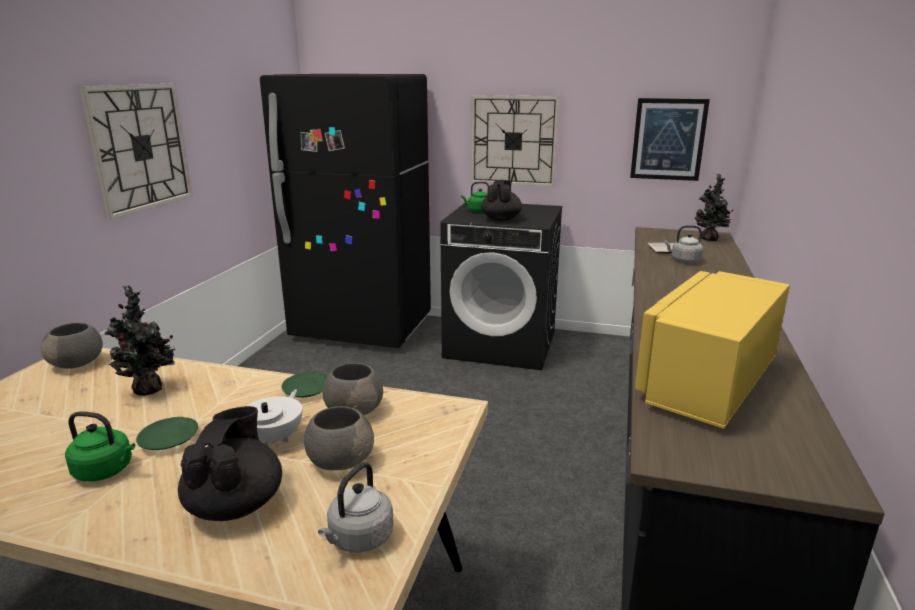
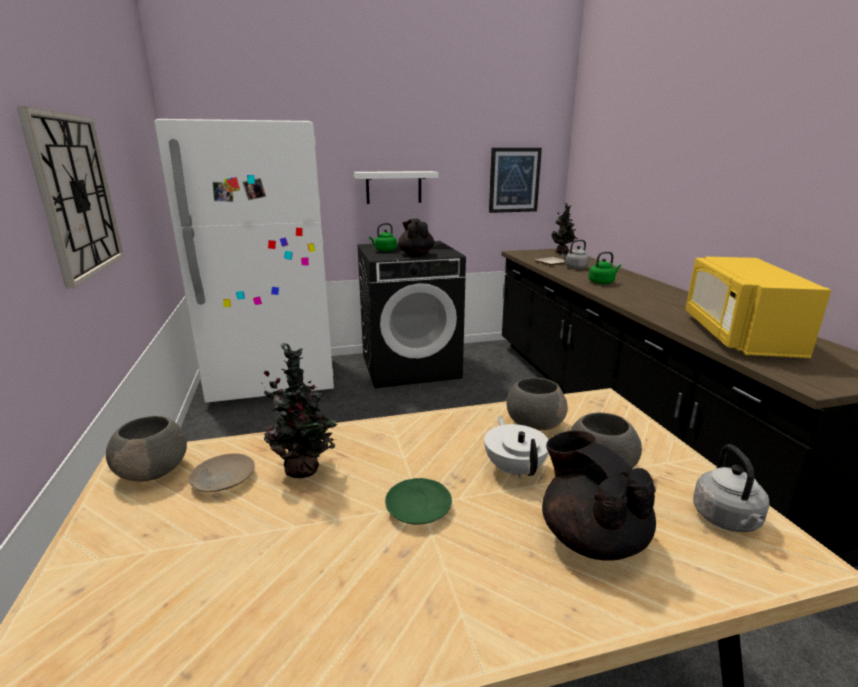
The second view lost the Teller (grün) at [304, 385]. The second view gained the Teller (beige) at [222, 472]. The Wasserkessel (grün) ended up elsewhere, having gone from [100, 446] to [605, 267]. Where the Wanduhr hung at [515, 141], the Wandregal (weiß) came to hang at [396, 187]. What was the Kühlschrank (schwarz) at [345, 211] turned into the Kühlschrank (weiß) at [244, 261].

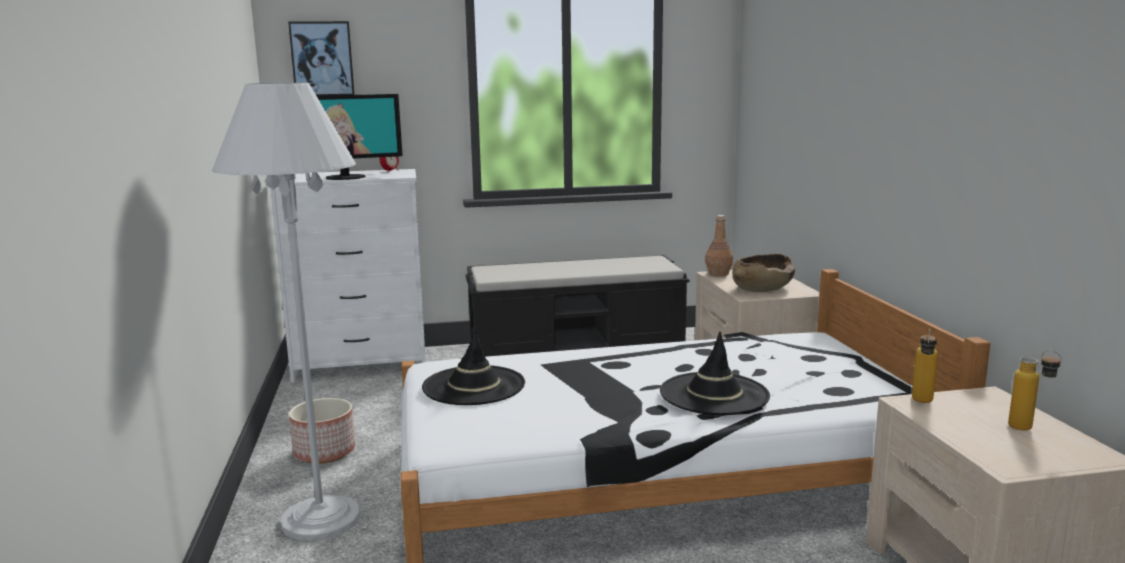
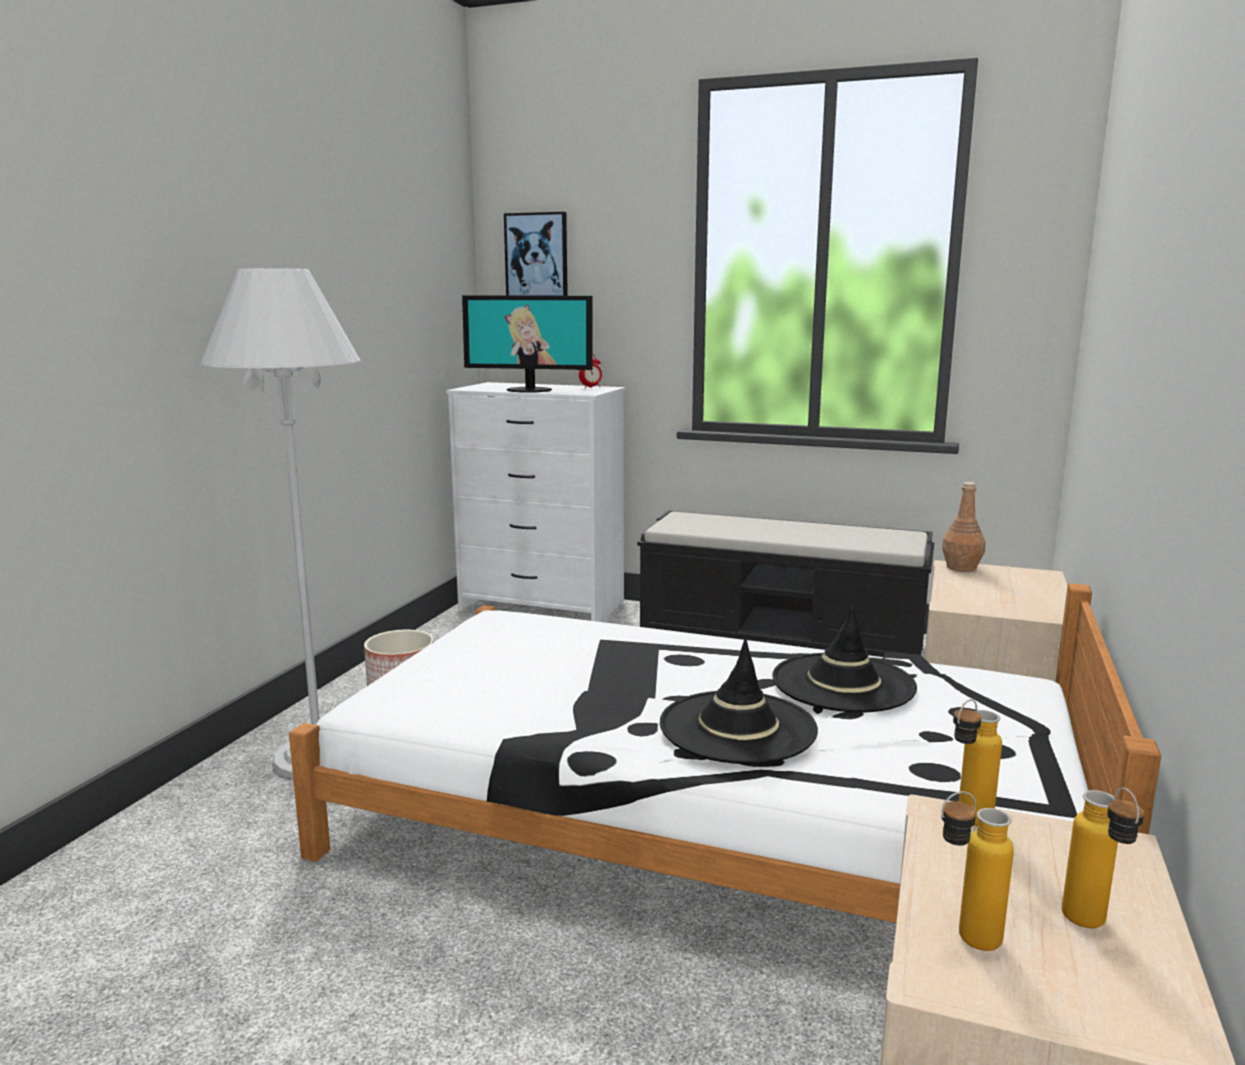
The second view lost the Schüssel (braun) at [763, 273]. The second view gained the Flasche at [977, 871]. The Hut (schwarz) ended up elsewhere, having gone from [473, 366] to [844, 657].

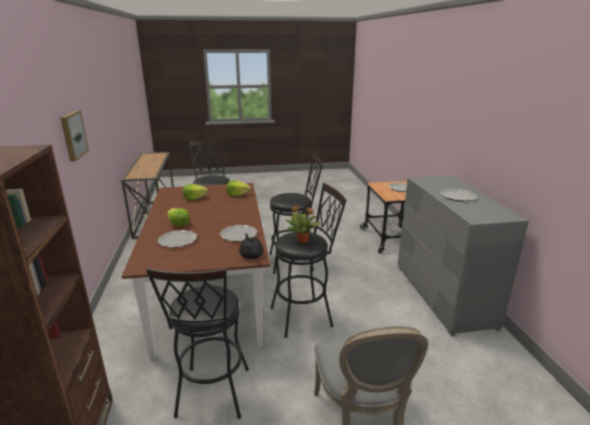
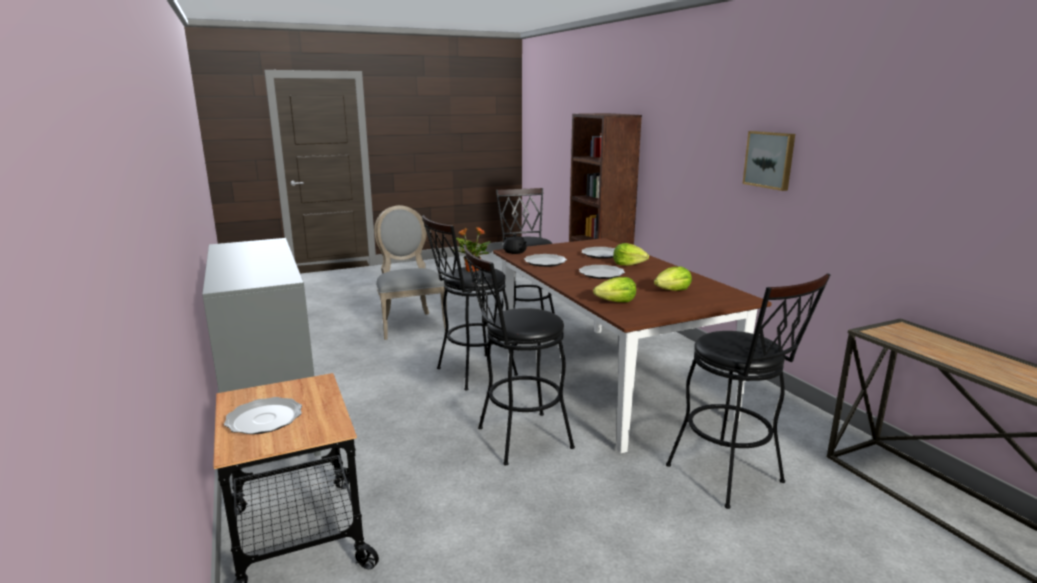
The Teller ended up elsewhere, having gone from [459, 195] to [602, 272].

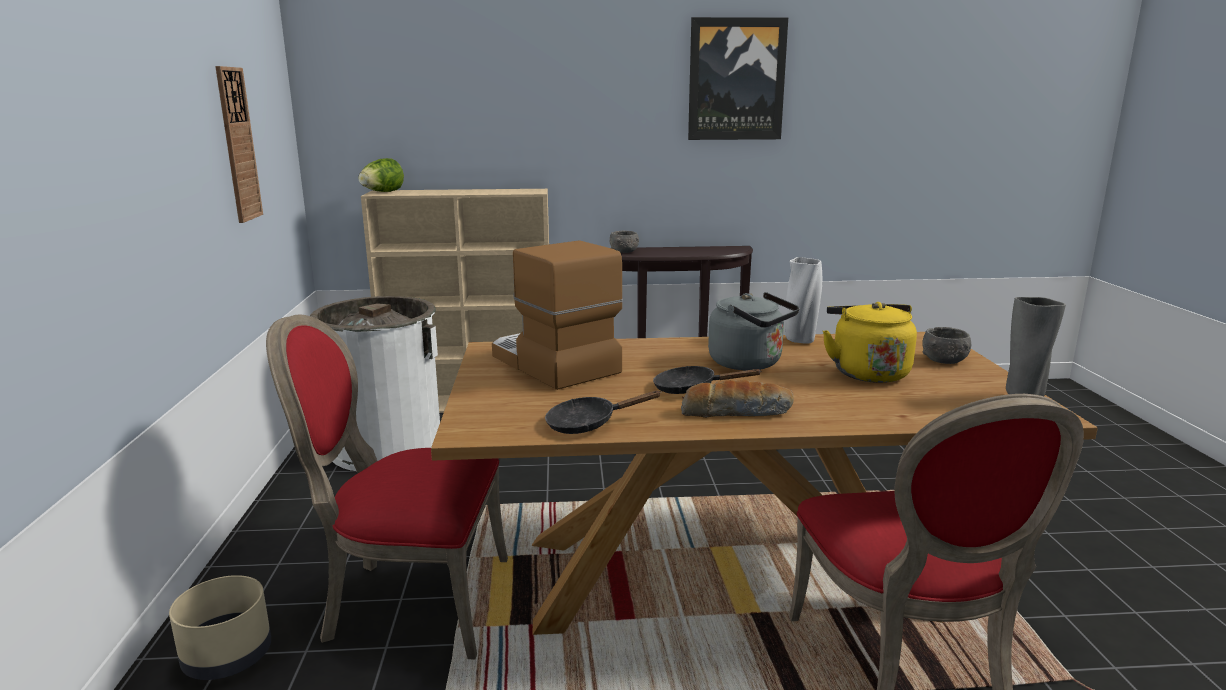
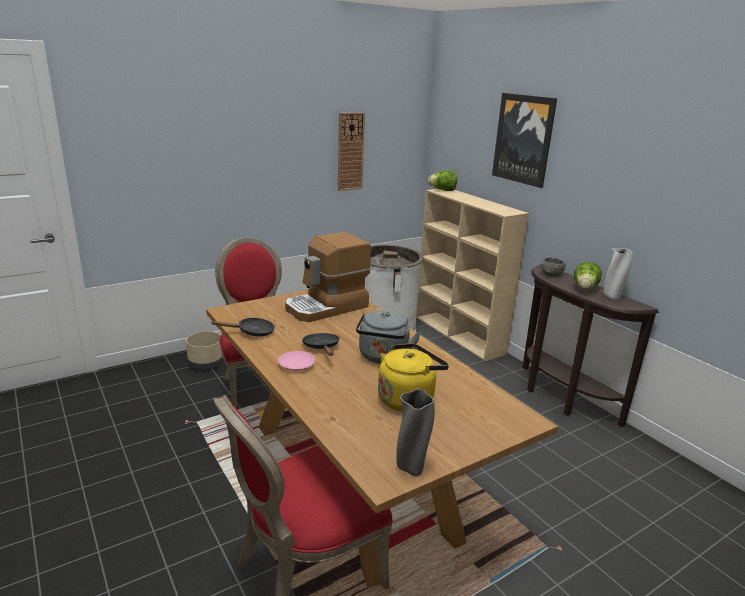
The second view lost the Schüssel (grau) at [946, 345]. The second view gained the Salatkopf at [588, 276]. The Bild ended up elsewhere, having gone from [738, 78] to [524, 140]. The Vase (weiß) ended up elsewhere, having gone from [803, 300] to [618, 274]. Where the Brot stood at [737, 399], the Teller (rosa) came to stand at [296, 361]. The Kaffeemaschine at [557, 315] ended up facing another way, 150 degrees counterclockwise from before. The Pfanne (schwarz) at [603, 412] ended up facing another way, 120 degrees clockwise from before.

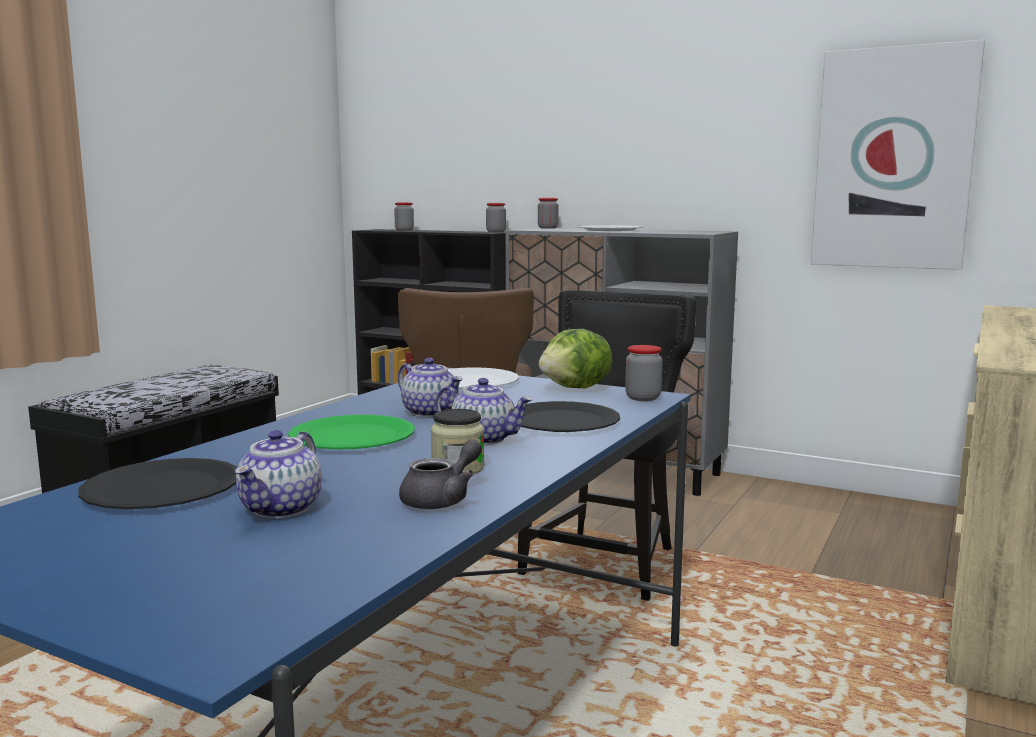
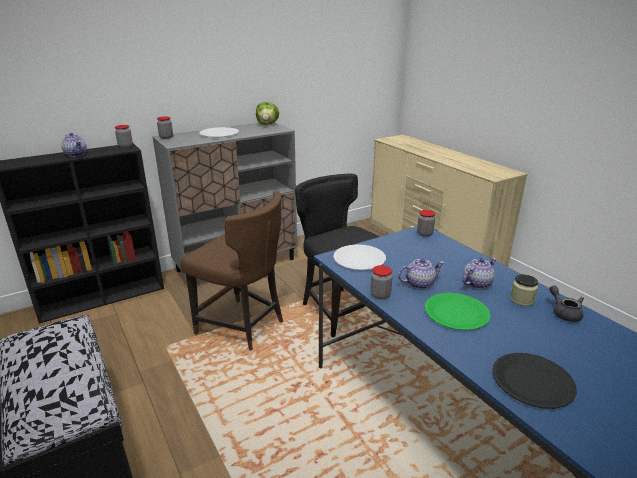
The second view lost the Teller (schwarz) at [567, 416]. The second view lost the Bild at [898, 155]. The Teekanne ended up elsewhere, having gone from [278, 474] to [74, 145]. The Vorratsglas ended up elsewhere, having gone from [404, 216] to [381, 282]. The Salatkopf ended up elsewhere, having gone from [575, 358] to [267, 113].

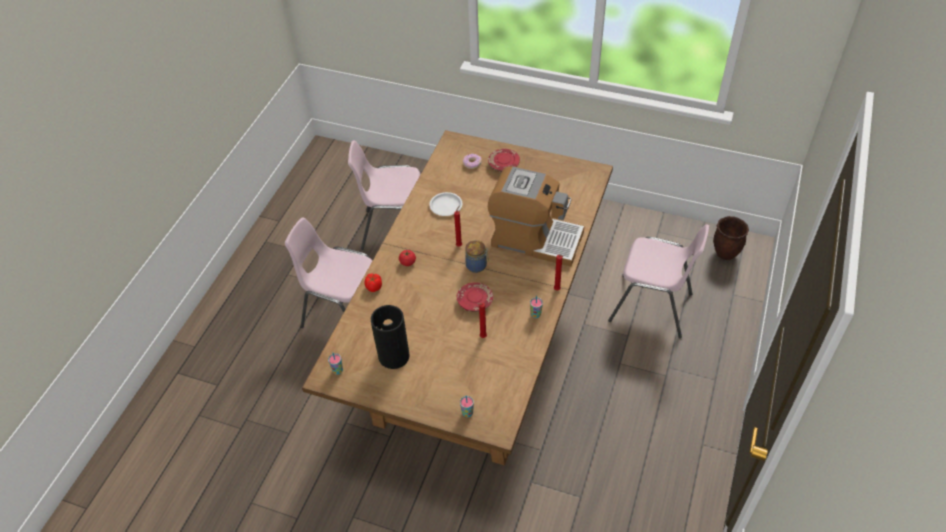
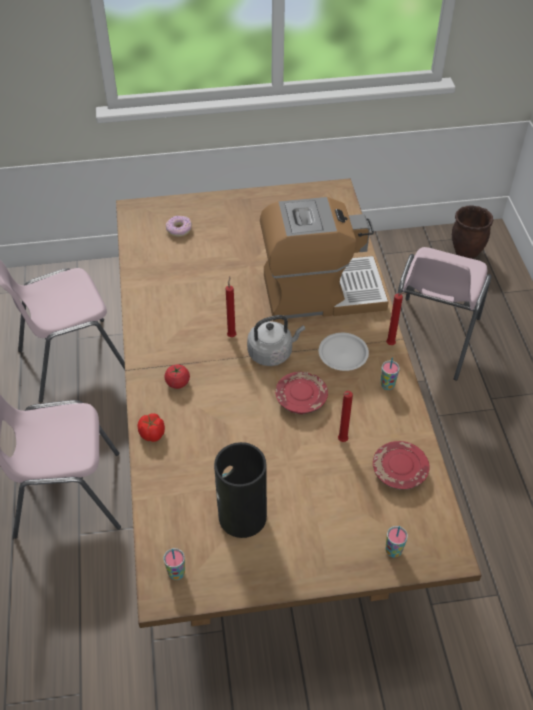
The Teller (weiß) ended up elsewhere, having gone from [445, 204] to [344, 352]. The Teller (rot) ended up elsewhere, having gone from [504, 160] to [401, 465]. Where the Vorratsglas stood at [477, 256], the Wasserkessel (grau) came to stand at [276, 340]. The Stuhl (rosa) at [658, 281] ended up facing another way, 120 degrees clockwise from before.

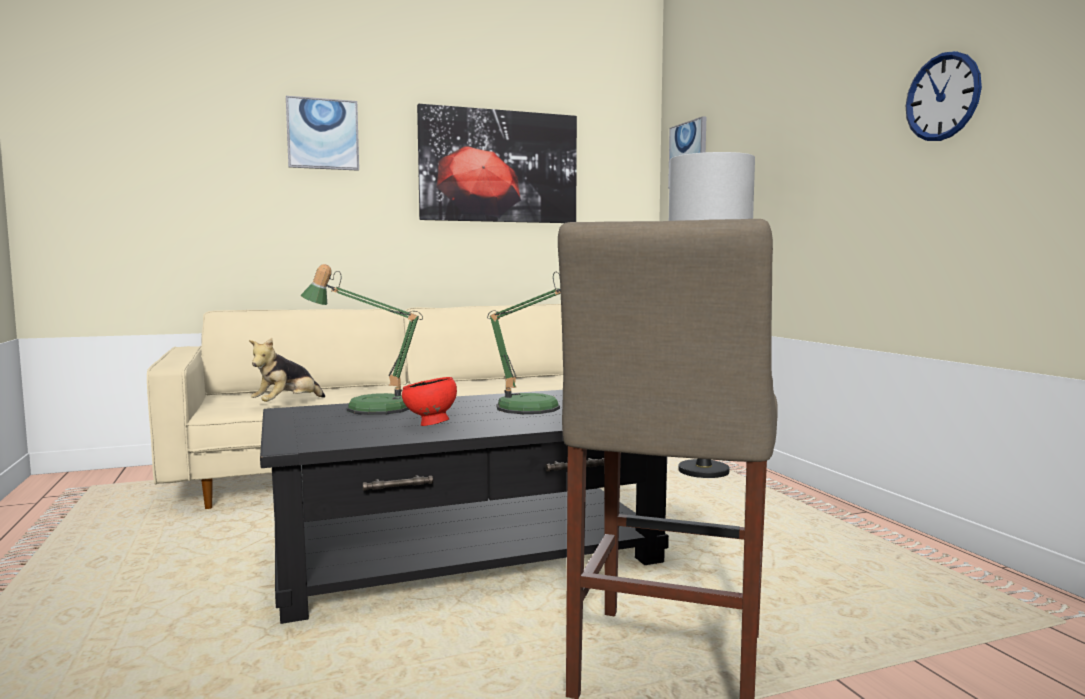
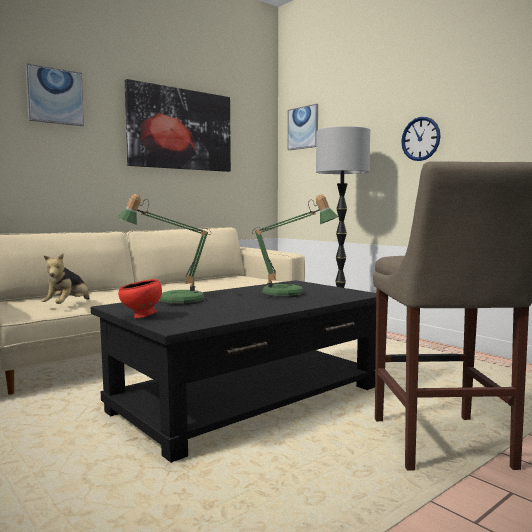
The Schüssel (rot) ended up elsewhere, having gone from [429, 401] to [140, 298]. The Wanduhr ended up elsewhere, having gone from [944, 96] to [421, 139].

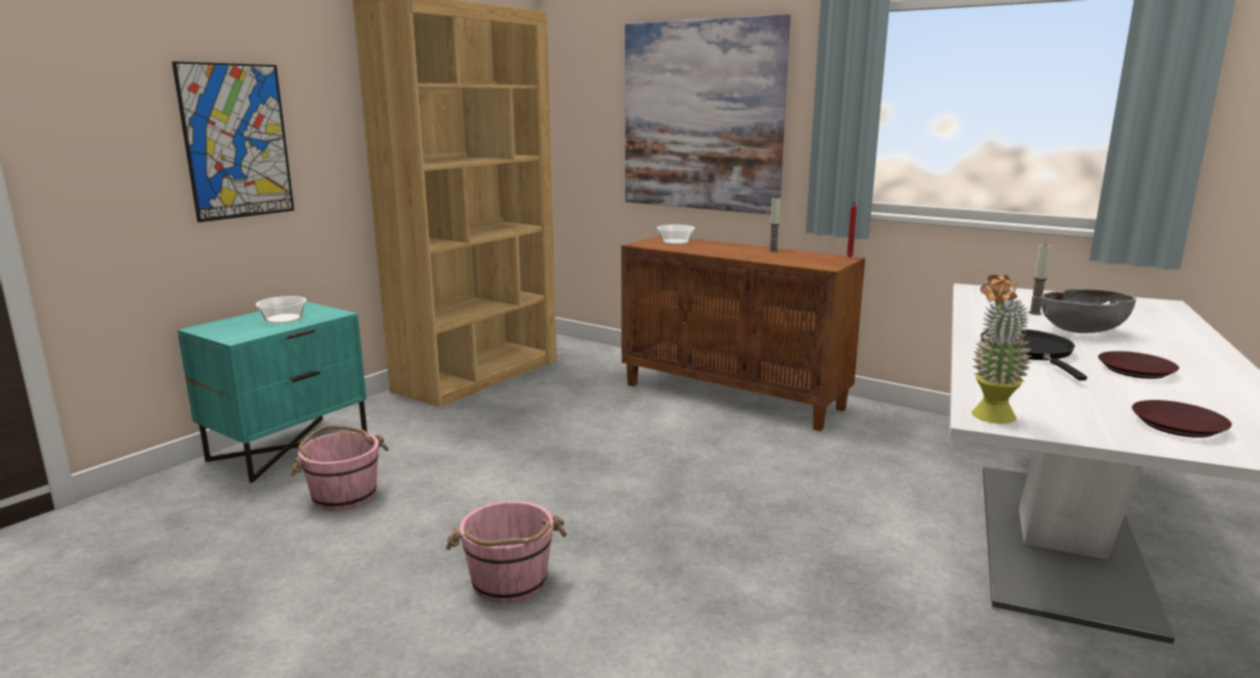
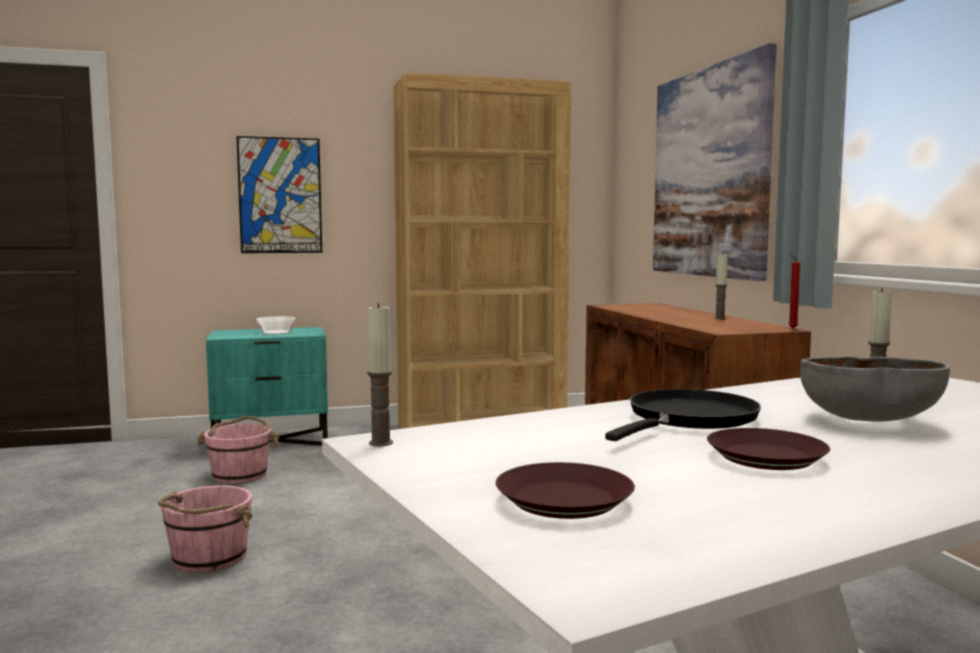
The second view lost the Schüssel at [676, 235]. Where the Topfpflanze stood at [1002, 349], the Kerze came to stand at [380, 374].

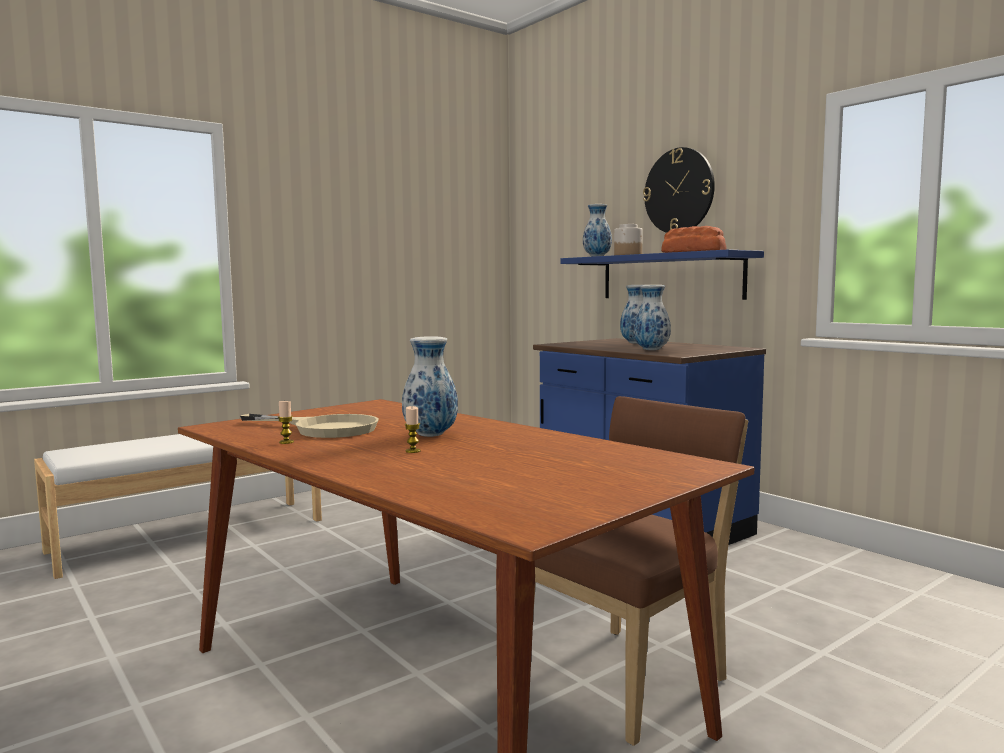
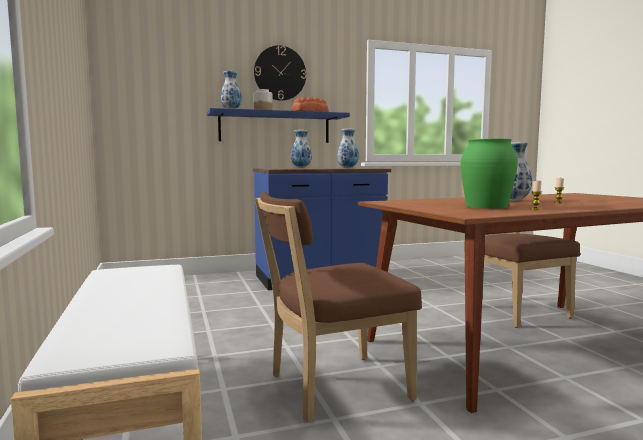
The second view gained the Stuhl (braun) at [338, 307]. Where the Pfanne (beige) stood at [309, 426], the Vase (grün) came to stand at [489, 174].

